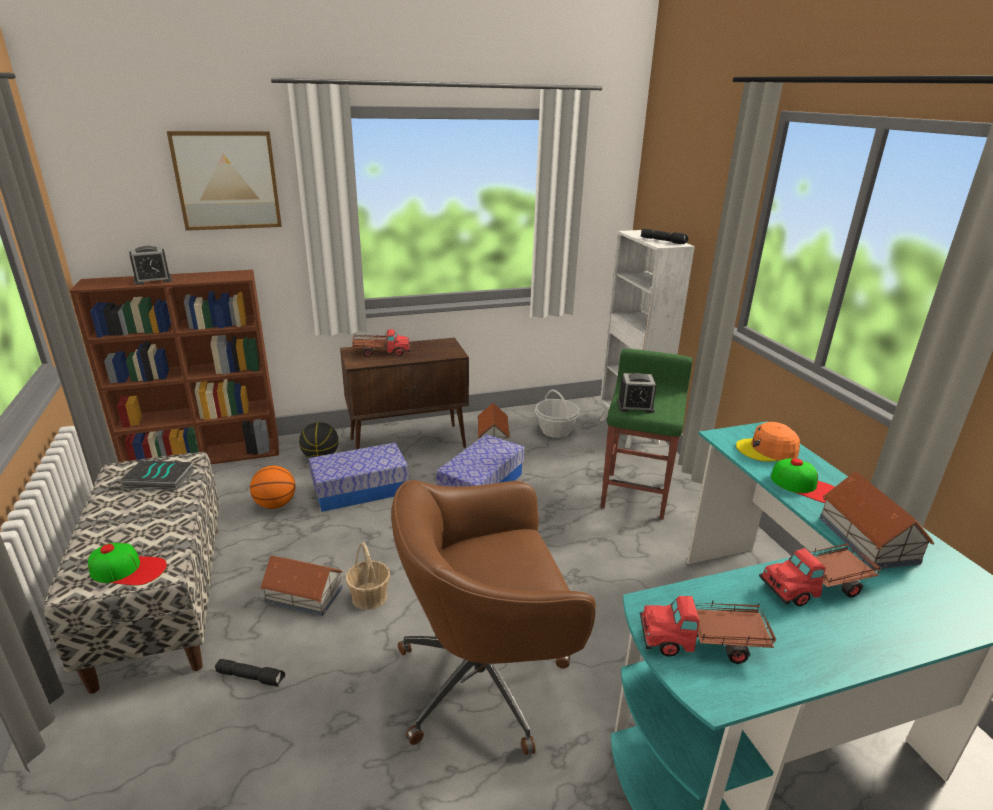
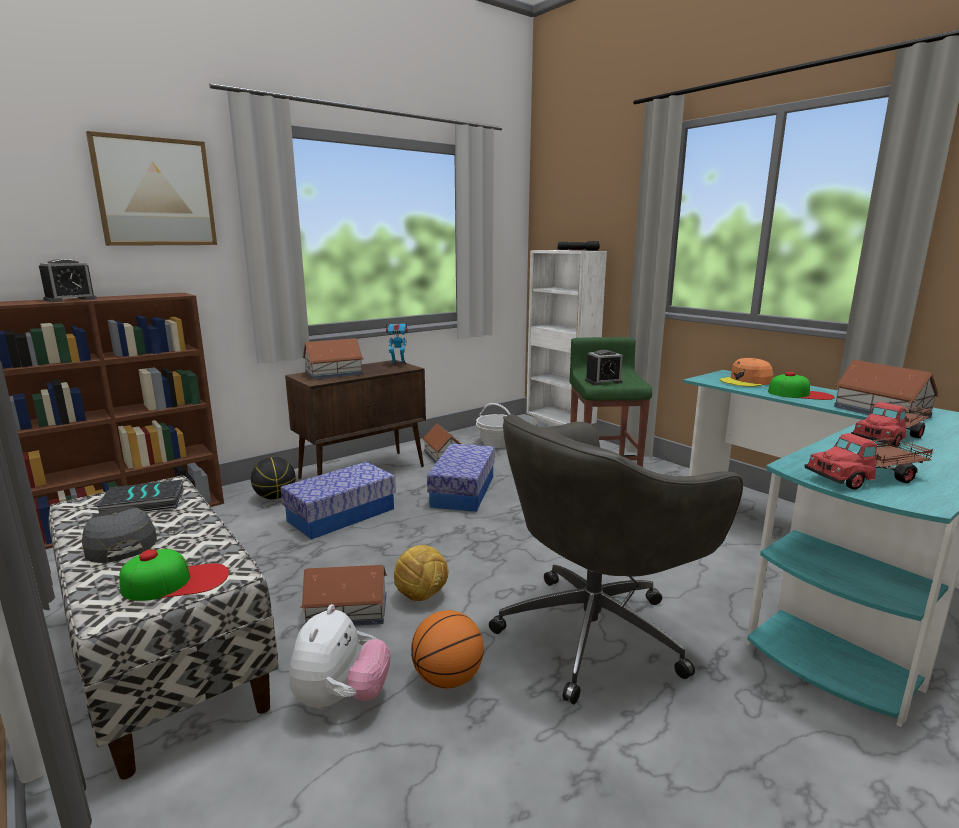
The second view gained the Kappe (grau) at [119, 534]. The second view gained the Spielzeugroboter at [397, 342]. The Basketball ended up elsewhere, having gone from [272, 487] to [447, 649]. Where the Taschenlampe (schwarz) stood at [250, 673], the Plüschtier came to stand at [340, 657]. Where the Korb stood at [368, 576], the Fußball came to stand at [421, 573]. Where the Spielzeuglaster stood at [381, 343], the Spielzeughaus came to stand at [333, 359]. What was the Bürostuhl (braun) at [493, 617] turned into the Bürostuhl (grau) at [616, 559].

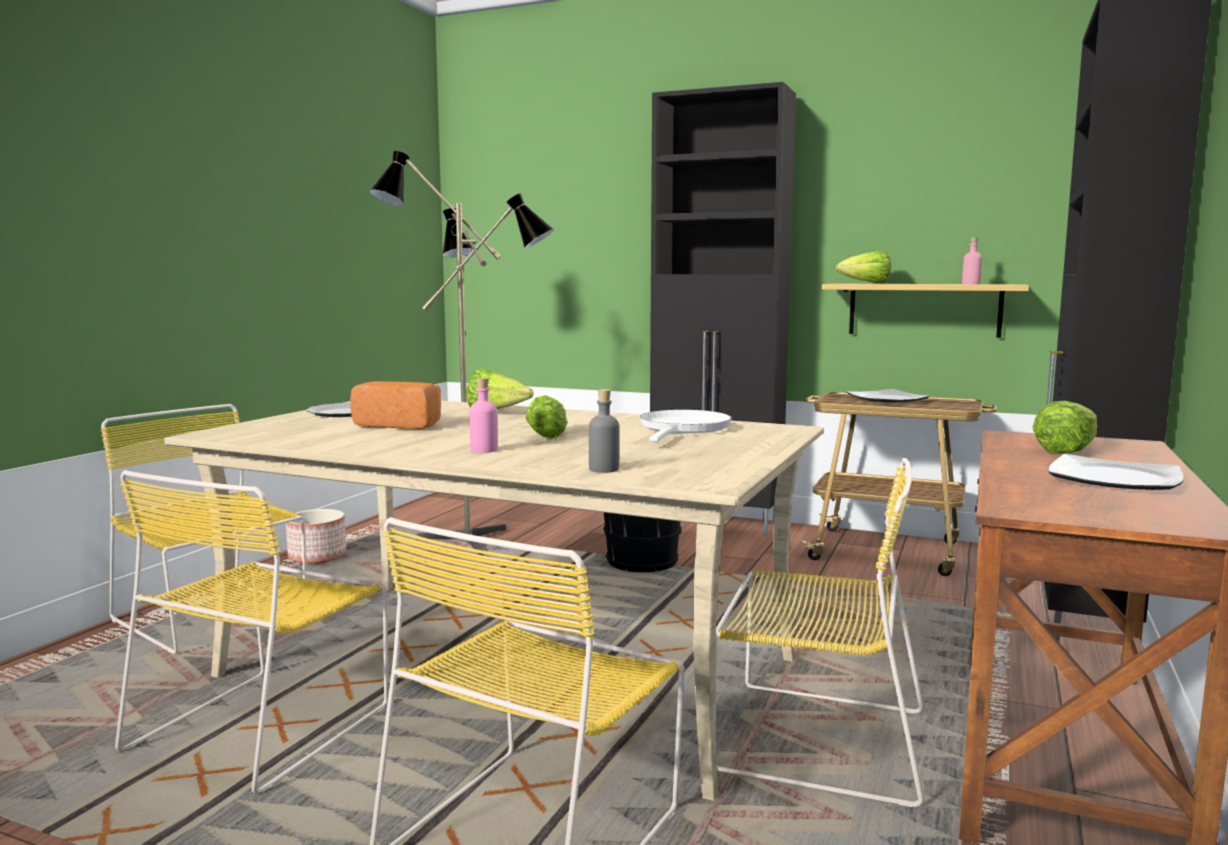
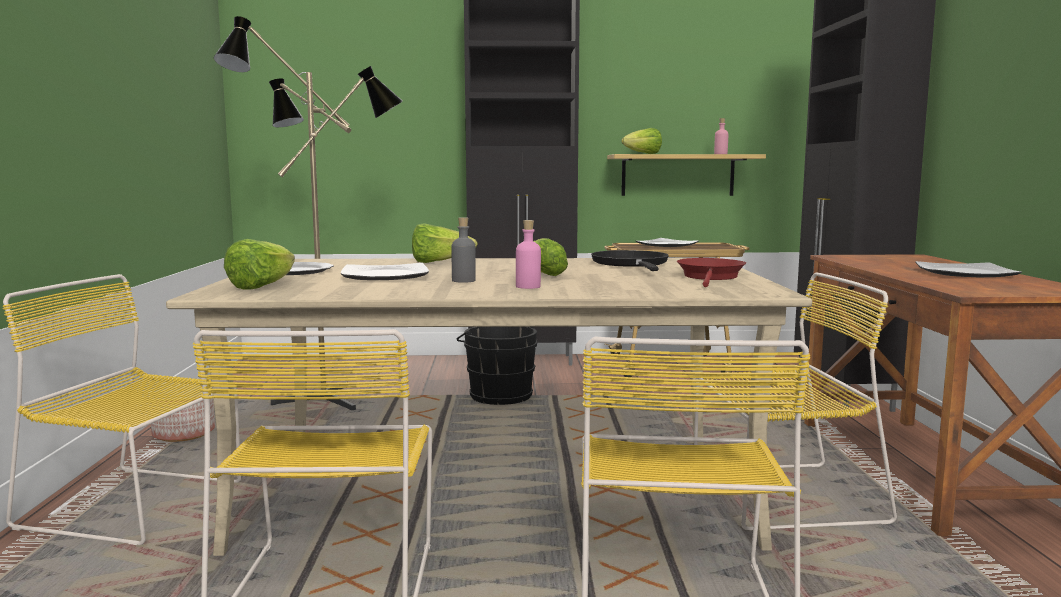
The second view gained the Pfanne (rot) at [711, 272]. The Flasche (grau) ended up elsewhere, having gone from [604, 431] to [464, 250]. The Salatkopf ended up elsewhere, having gone from [1064, 427] to [259, 264]. Where the Brot stood at [395, 405], the Teller came to stand at [385, 271]. What was the Pfanne (weiß) at [685, 426] turned into the Pfanne (schwarz) at [630, 260].

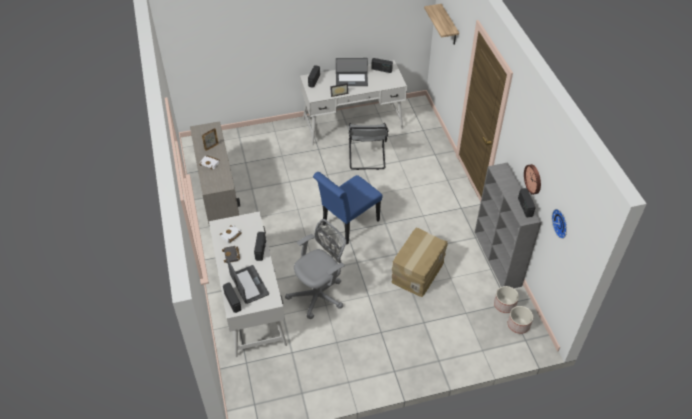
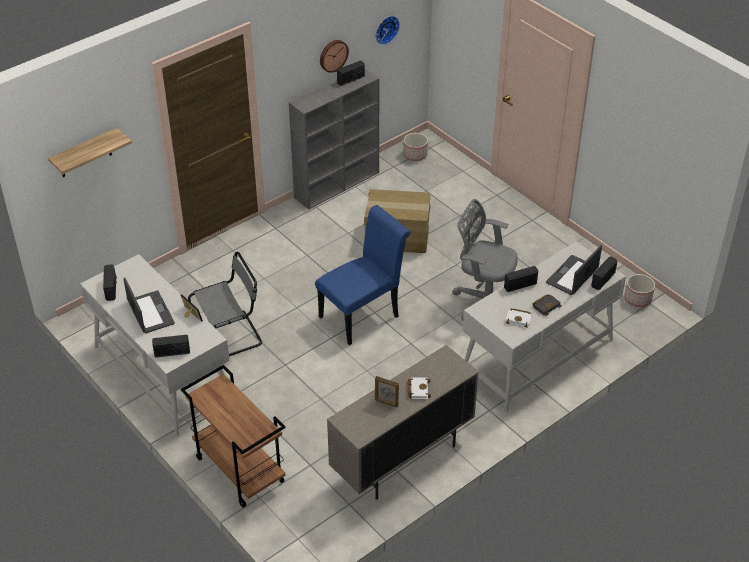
The second view gained the Rollwagen (braun) at [233, 436]. The Pflanzkübel ended up elsewhere, having gone from [506, 299] to [639, 290]. The Stuhl (blau) at [348, 208] ended up facing another way, 60 degrees counterclockwise from before.

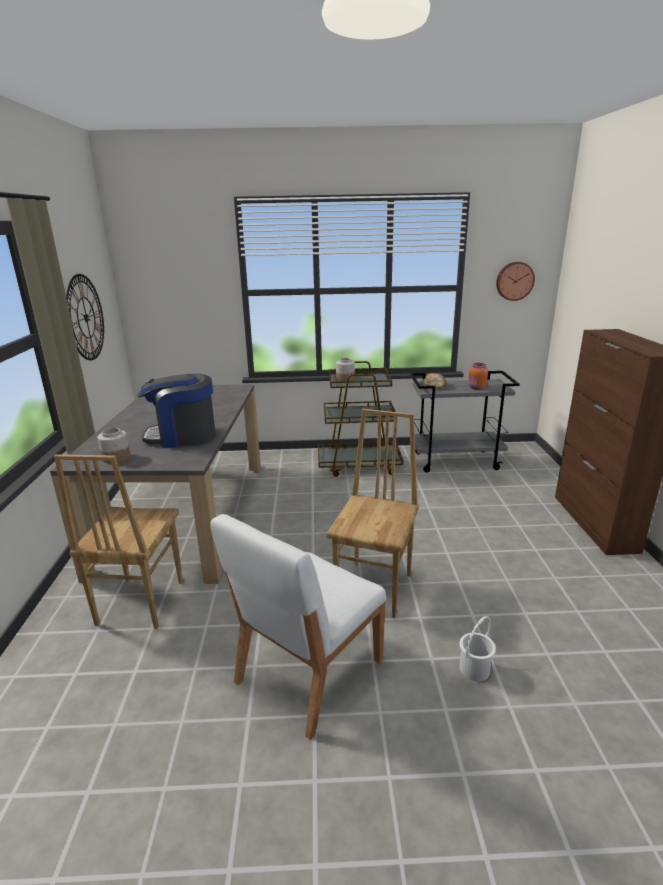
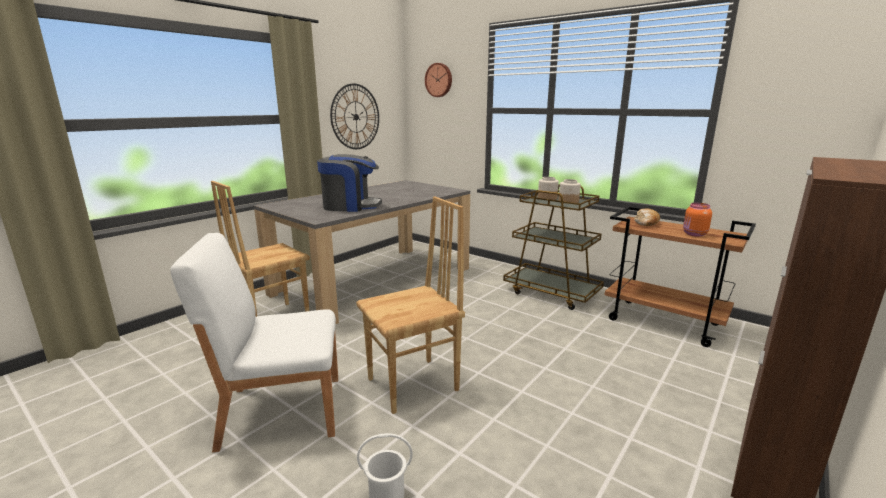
The Vorratsglas ended up elsewhere, having gone from [113, 445] to [570, 191]. The Wanduhr ended up elsewhere, having gone from [515, 281] to [438, 80]. What was the Rollwagen (grau) at [465, 422] turned into the Rollwagen (braun) at [680, 277]. The Kaffeemaschine at [176, 411] ended up facing another way, 150 degrees clockwise from before.

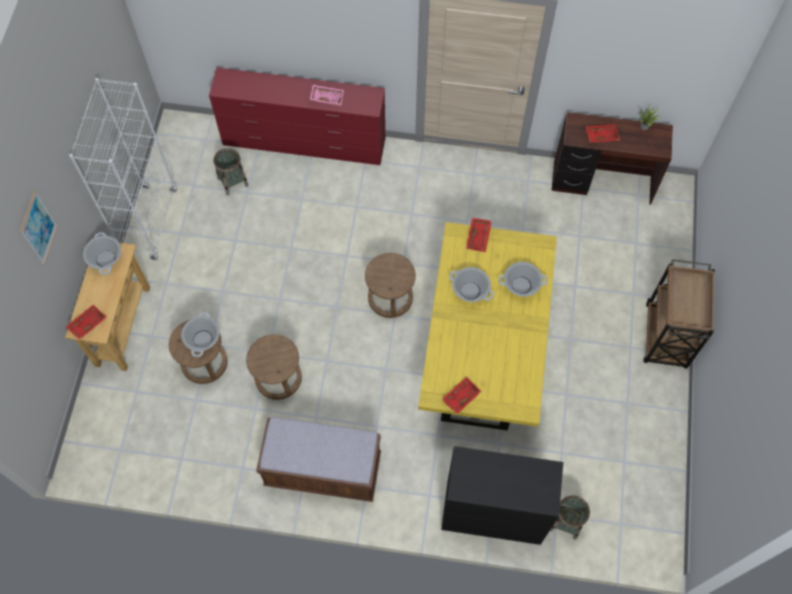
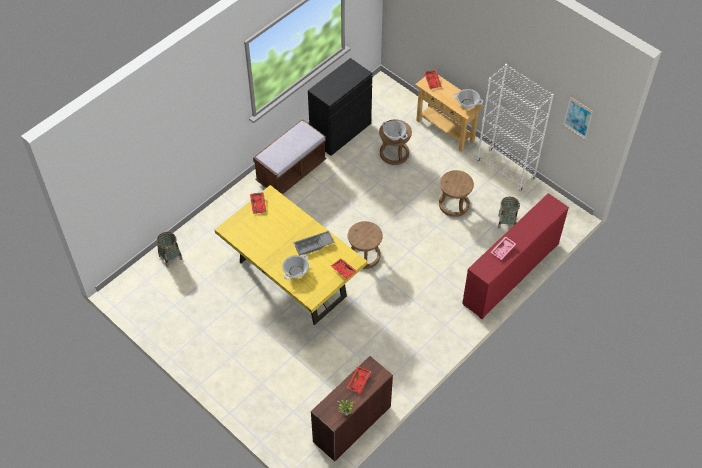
The second view lost the Rollwagen (braun) at [679, 314]. The Bild ended up elsewhere, having gone from [39, 228] to [578, 118]. The Hocker (braun) ended up elsewhere, having gone from [274, 367] to [456, 193]. The Schrank (schwarz) ended up elsewhere, having gone from [502, 495] to [340, 107]. Where the Kochtopf stood at [471, 284], the Tablett (grau) came to stand at [314, 243].

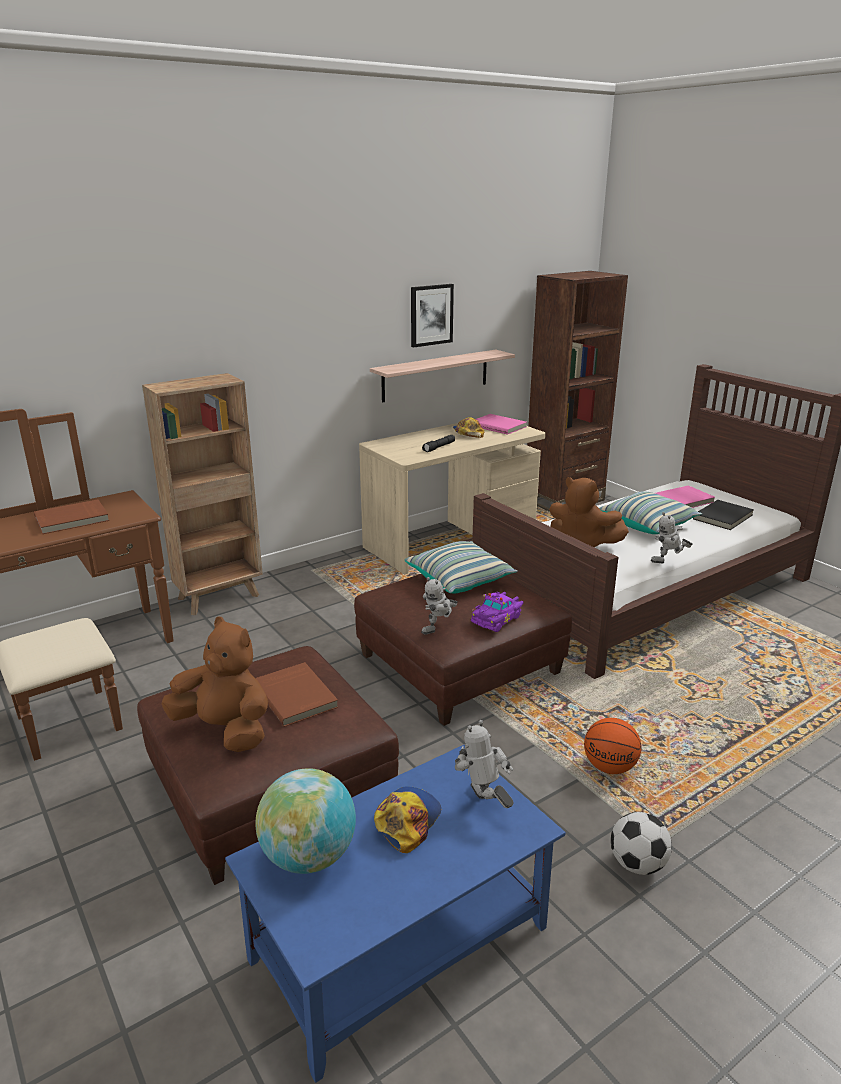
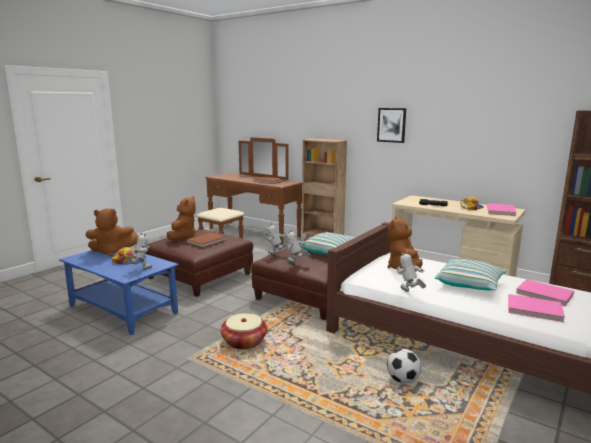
The second view lost the Wandregal at [442, 376]. The Bild ended up elsewhere, having gone from [432, 315] to [391, 125]. The Fußball ended up elsewhere, having gone from [641, 843] to [404, 366]. Where the Globus stood at [305, 821], the Plüschtier (braun) came to stand at [112, 232]. Where the Spielzeugauto (lila) stood at [497, 612], the Spielzeugroboter came to stand at [297, 246]. Where the Basketball stood at [612, 746], the Korb came to stand at [244, 331]. What was the Buch (schwarz) at [723, 515] turned into the Buch (rosa) at [536, 308].

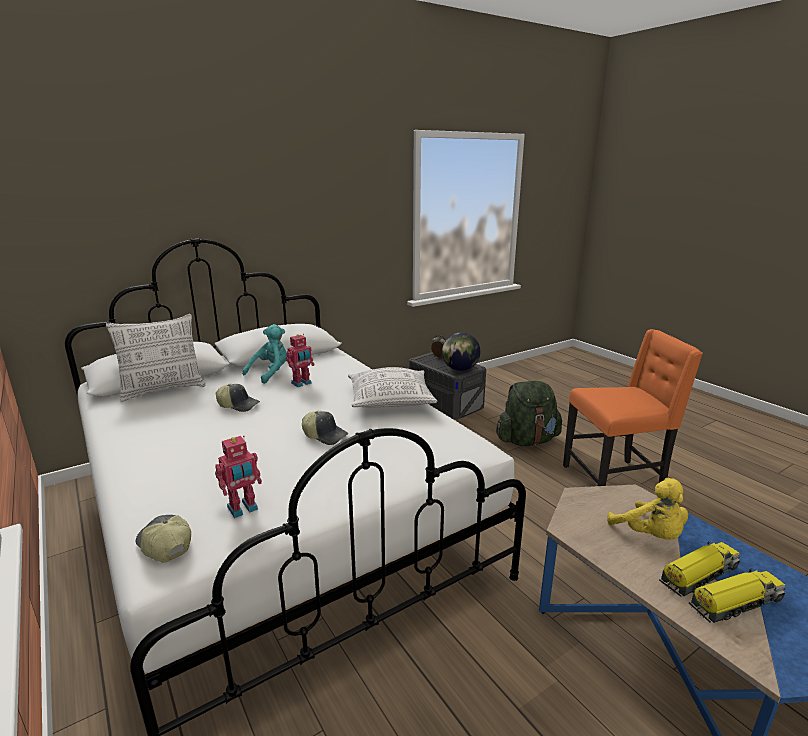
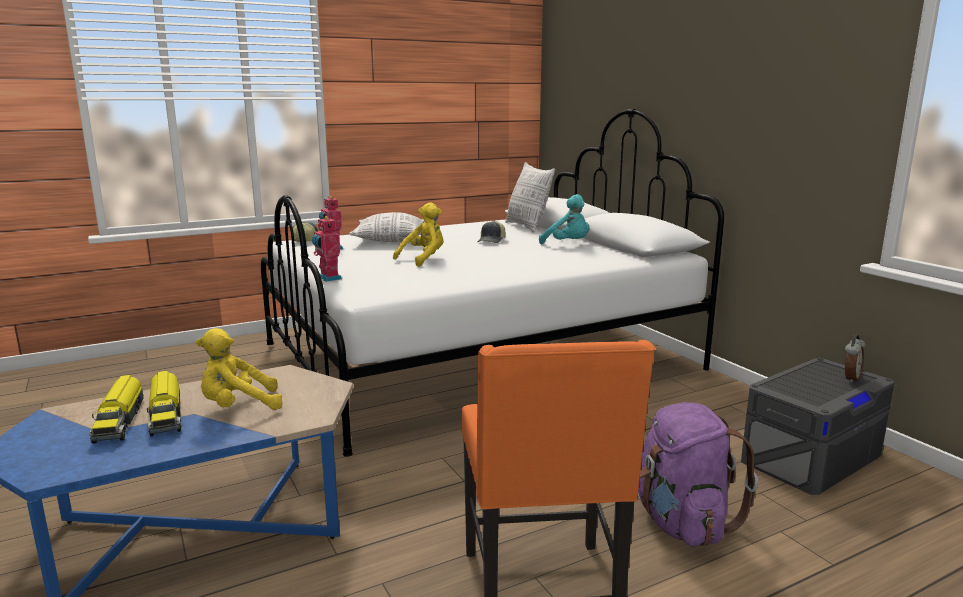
The second view lost the Globus at [461, 351]. The Spielzeugroboter ended up elsewhere, having gone from [300, 360] to [327, 249]. The Kissen ended up elsewhere, having gone from [392, 387] to [387, 227]. Where the Kappe stood at [325, 428], the Plüschtier (gelb) came to stand at [418, 235]. What was the Rucksack (grün) at [529, 413] turned into the Rucksack (lila) at [698, 474].

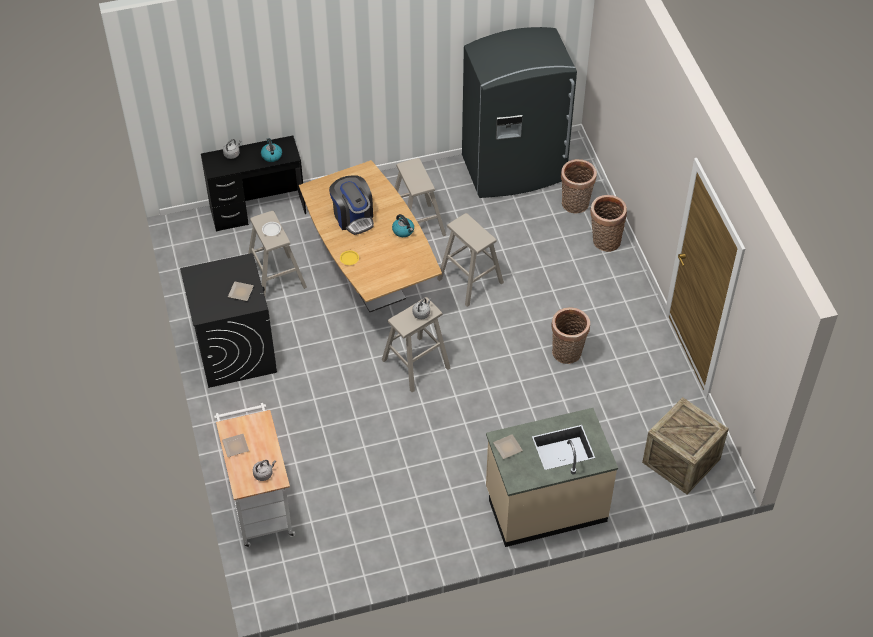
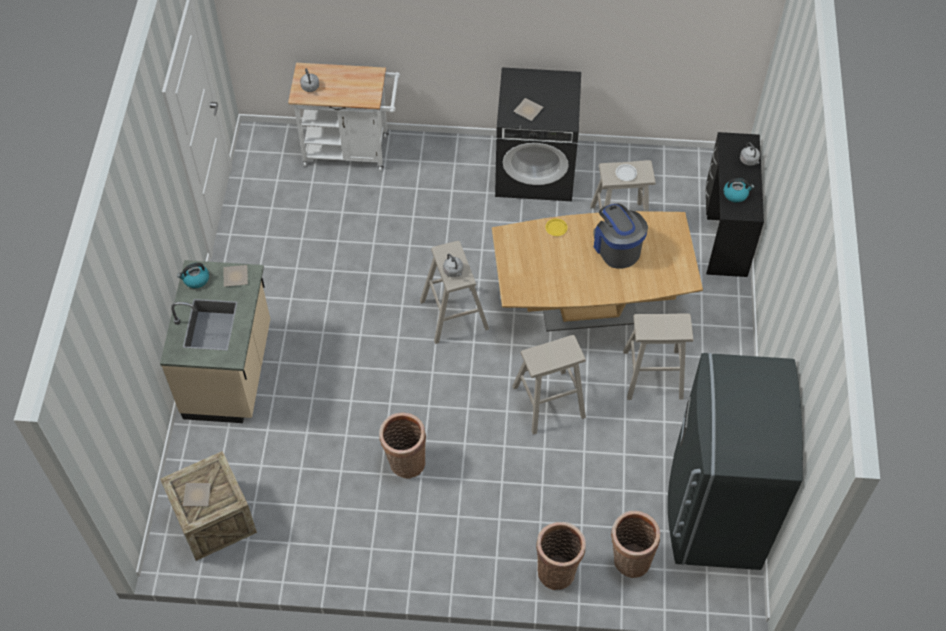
The Teller ended up elsewhere, having gone from [235, 445] to [197, 494]. The Wasserkessel ended up elsewhere, having gone from [403, 225] to [193, 275]. The Kaffeemaschine at [351, 205] ended up facing another way, 75 degrees clockwise from before.

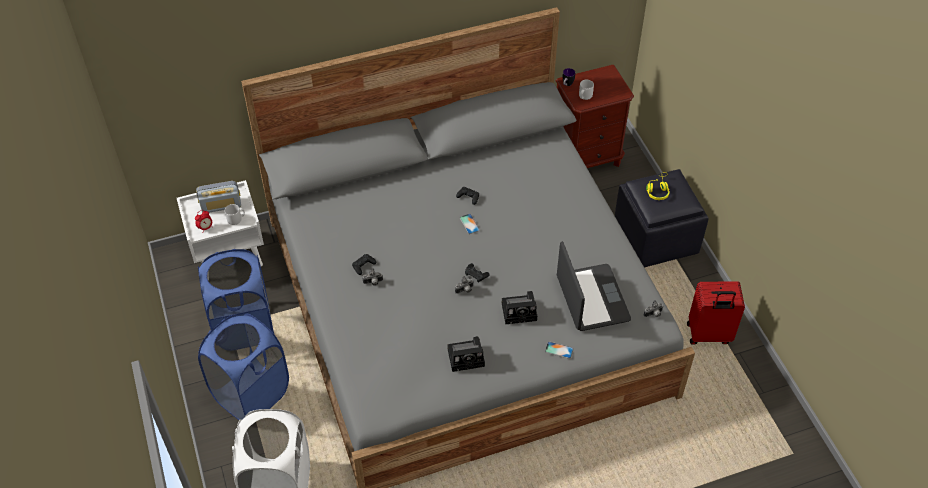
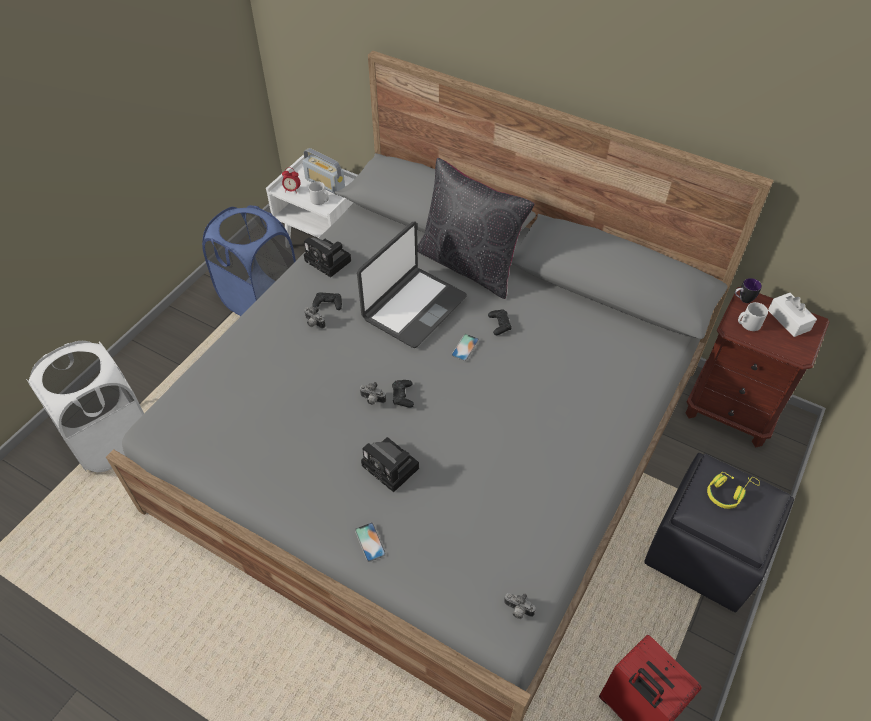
The second view lost the Wäschekorb (blau) at [243, 366]. The second view gained the Kissen (schwarz) at [476, 228]. The second view gained the Taschentuchbox (weiß) at [792, 315]. The Kamera ended up elsewhere, having gone from [466, 354] to [327, 257]. The Laptop ended up elsewhere, having gone from [594, 286] to [412, 285].

